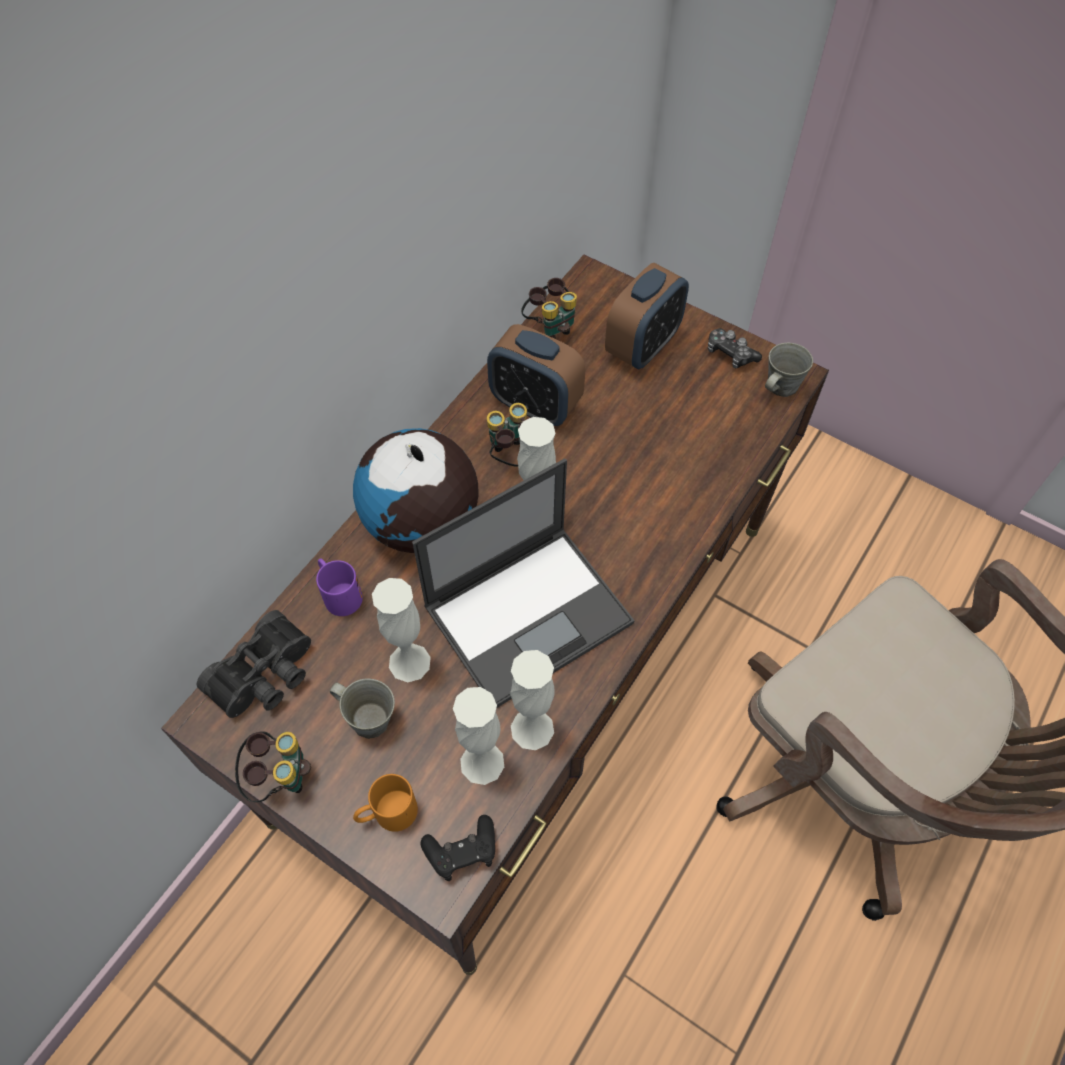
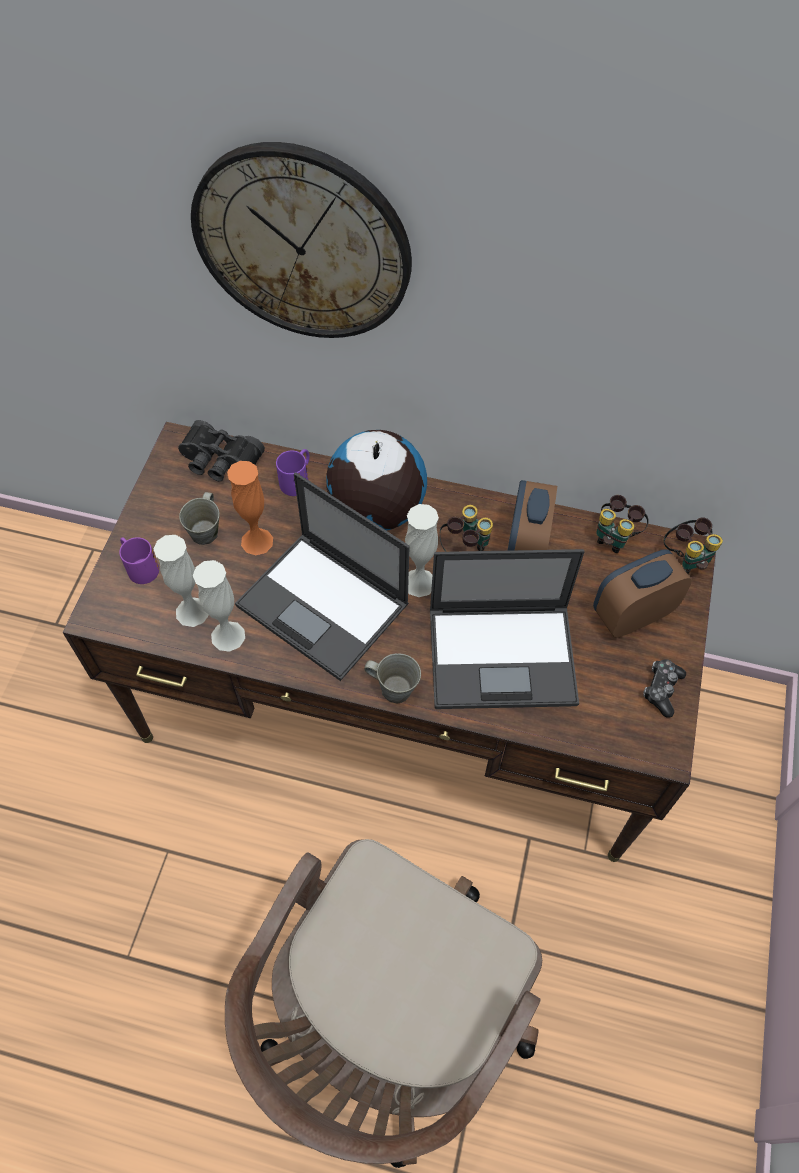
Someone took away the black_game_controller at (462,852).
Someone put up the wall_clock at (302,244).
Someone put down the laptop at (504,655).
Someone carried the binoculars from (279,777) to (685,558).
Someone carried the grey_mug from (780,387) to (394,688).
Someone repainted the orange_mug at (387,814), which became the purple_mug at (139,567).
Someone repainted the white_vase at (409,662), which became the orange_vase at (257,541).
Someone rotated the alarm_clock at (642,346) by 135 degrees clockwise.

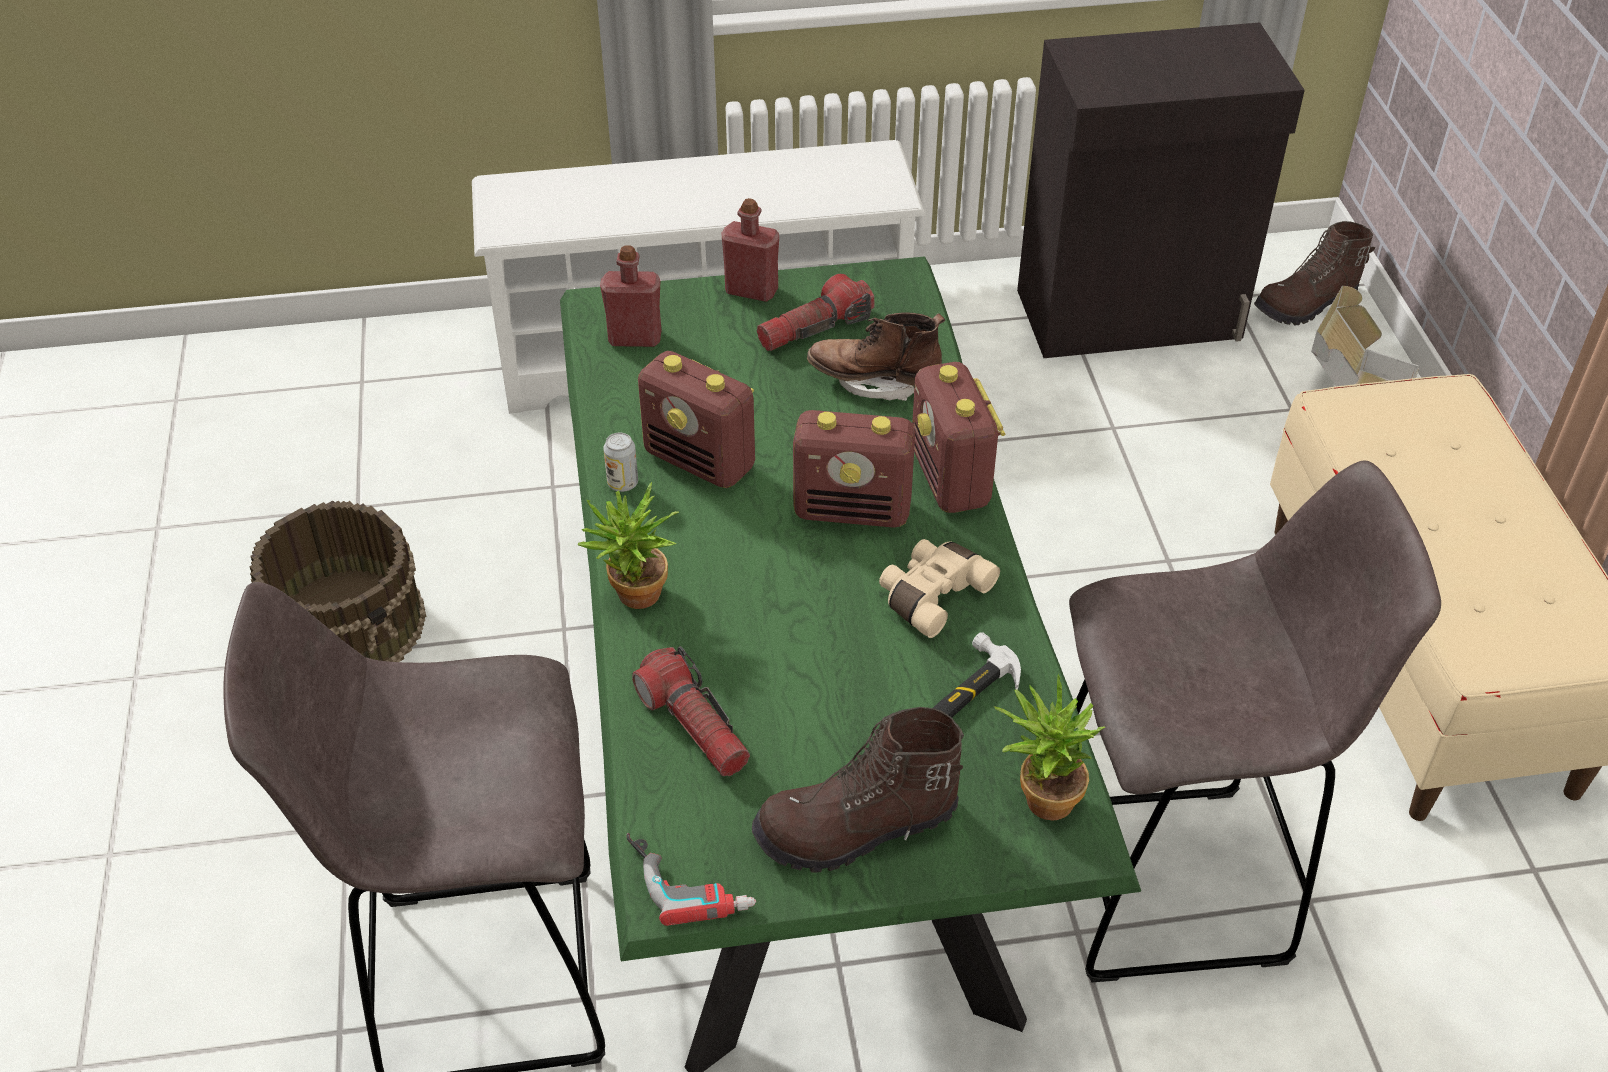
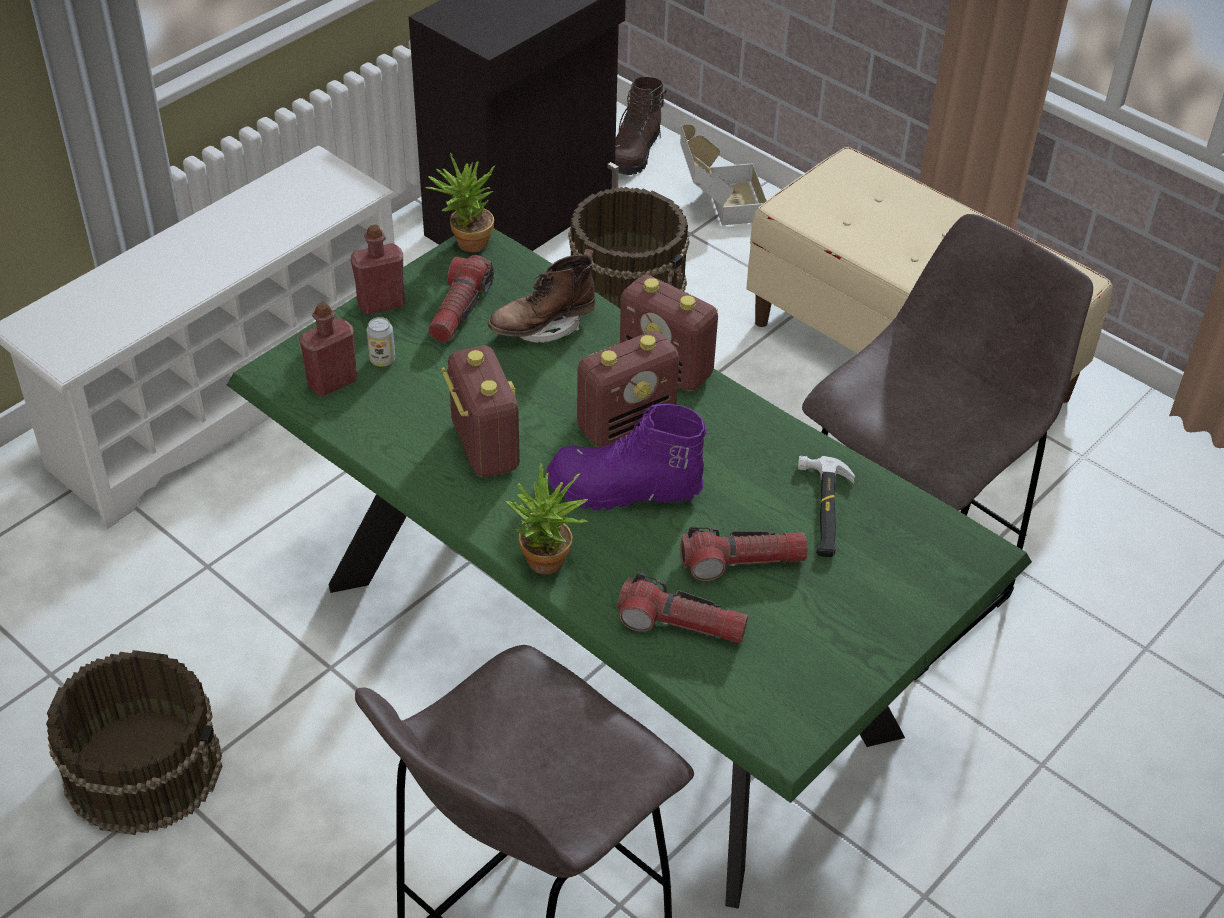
Someone took away the power_drill at (691,877).
Someone took away the brown_boot at (857,829).
Someone took away the beige_binoculars at (931,594).
Someone put down the purple_boot at (624,490).
Someone put down the brown_bucket at (628,280).
Someone put down the flashlight at (742,562).
Someone carried the can from (622,483) to (382,360).
Someone carried the potted_plant from (1039,798) to (466,244).
Someone rotated the radio at (701,461) by 105 degrees counterclockwise.

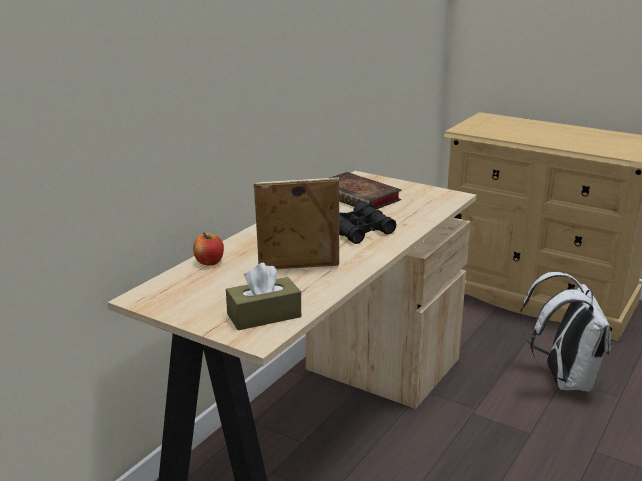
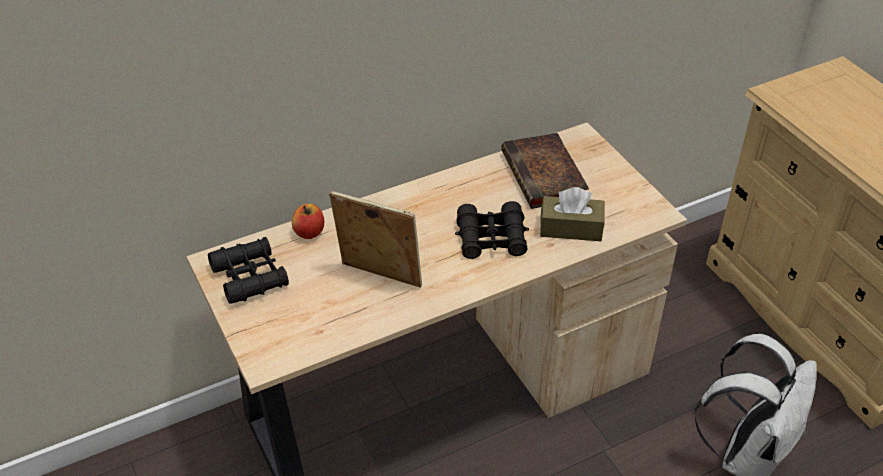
Someone put down the black_binoculars at (250,277).
Someone carried the brown_tissue_box from (264,315) to (571,228).

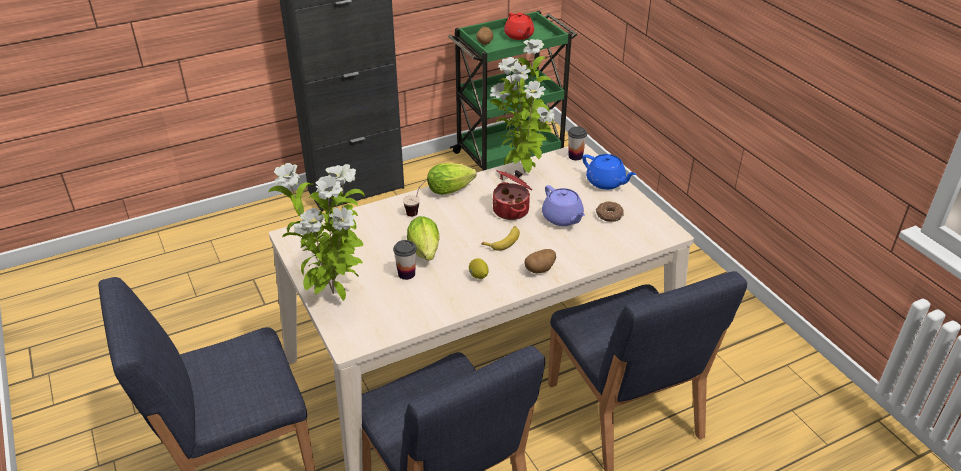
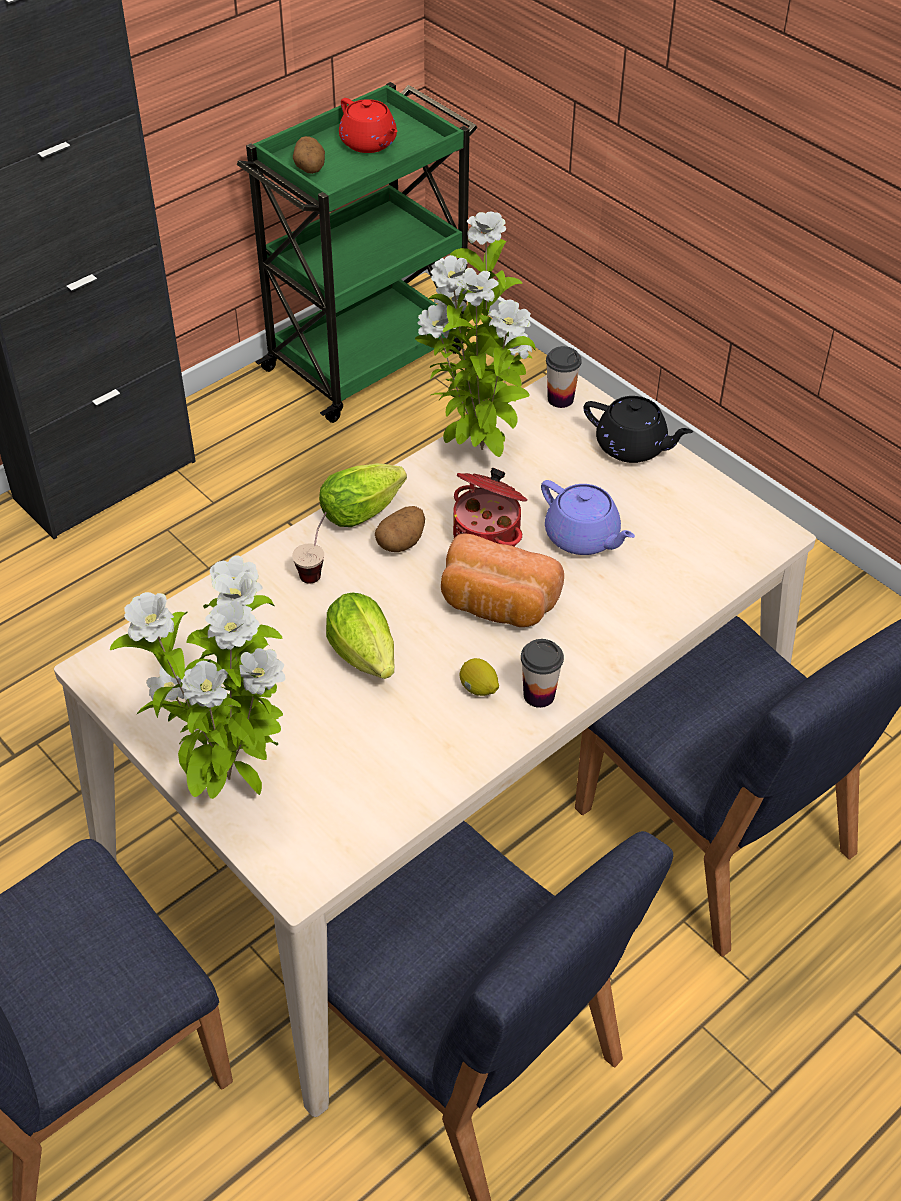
Someone took away the donut at (609,215).
Someone carried the cup from (406,274) to (539,695).
Someone carried the potato from (540,269) to (401,542).
Someone swapped the banana at (503,241) for the bread at (496,605).
Someone repainted the blue_teapot at (606,182), which became the black_teapot at (632,447).

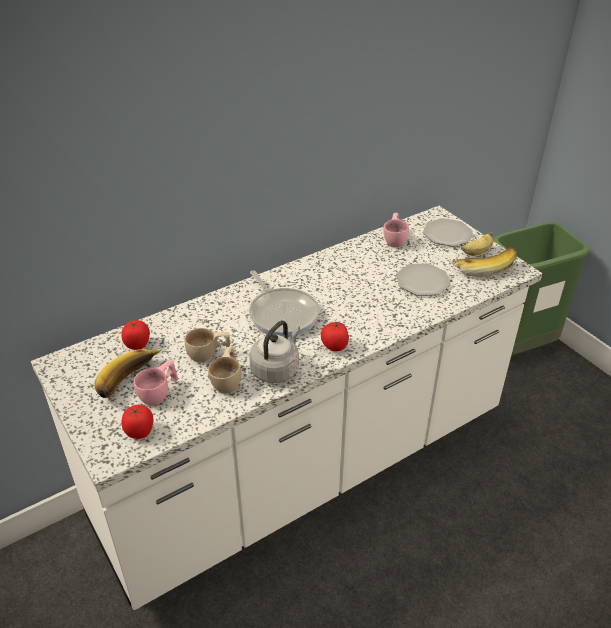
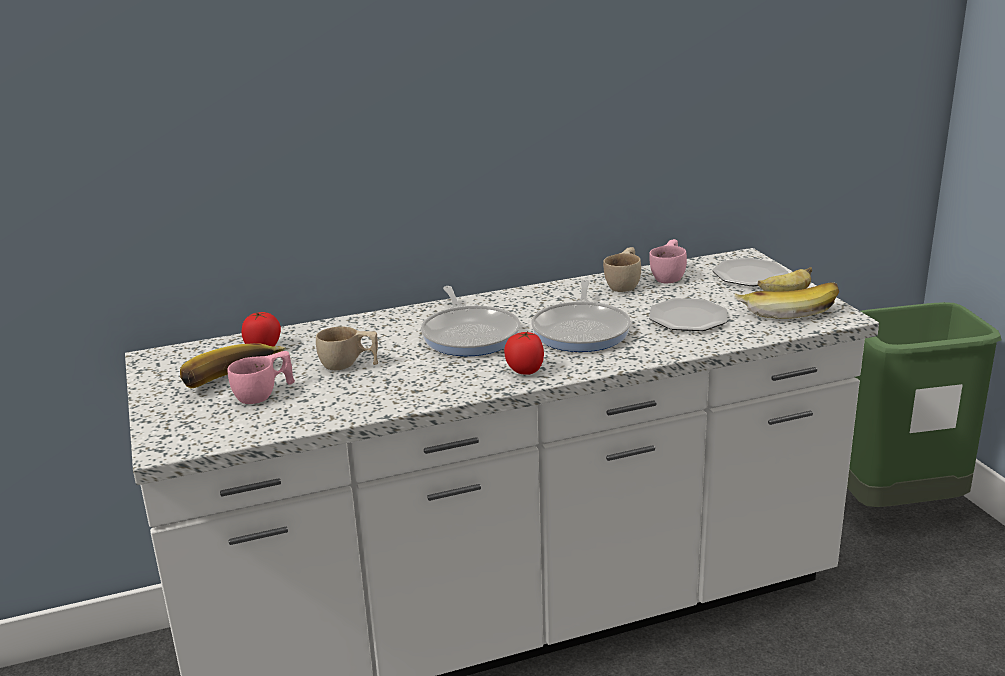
Someone took away the tomato at (140,432).
Someone took away the grey_kettle at (276,369).
Someone put down the frying_pan at (582,330).
Someone carried the beige_cup from (228,380) to (625,284).

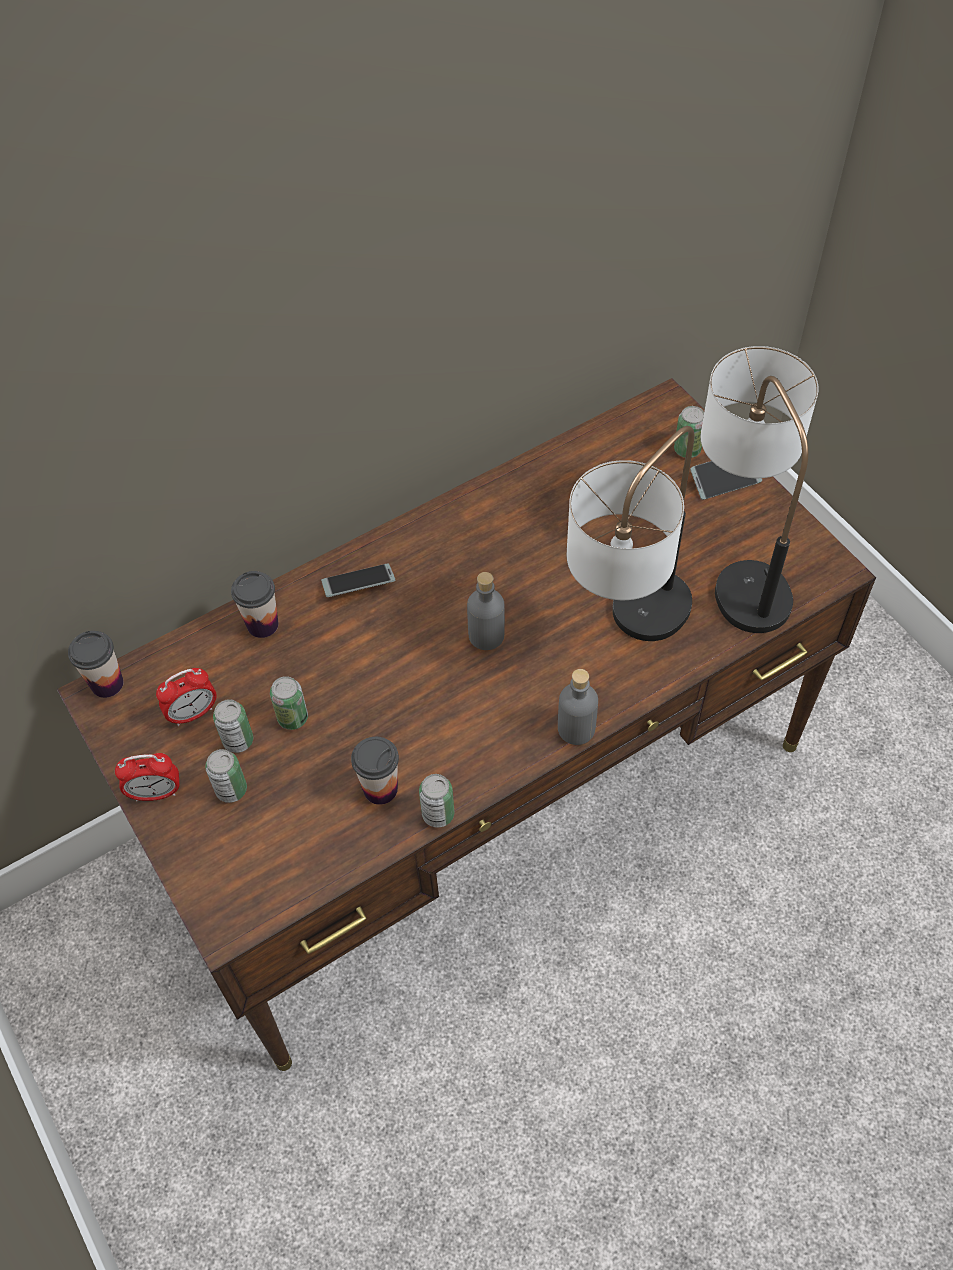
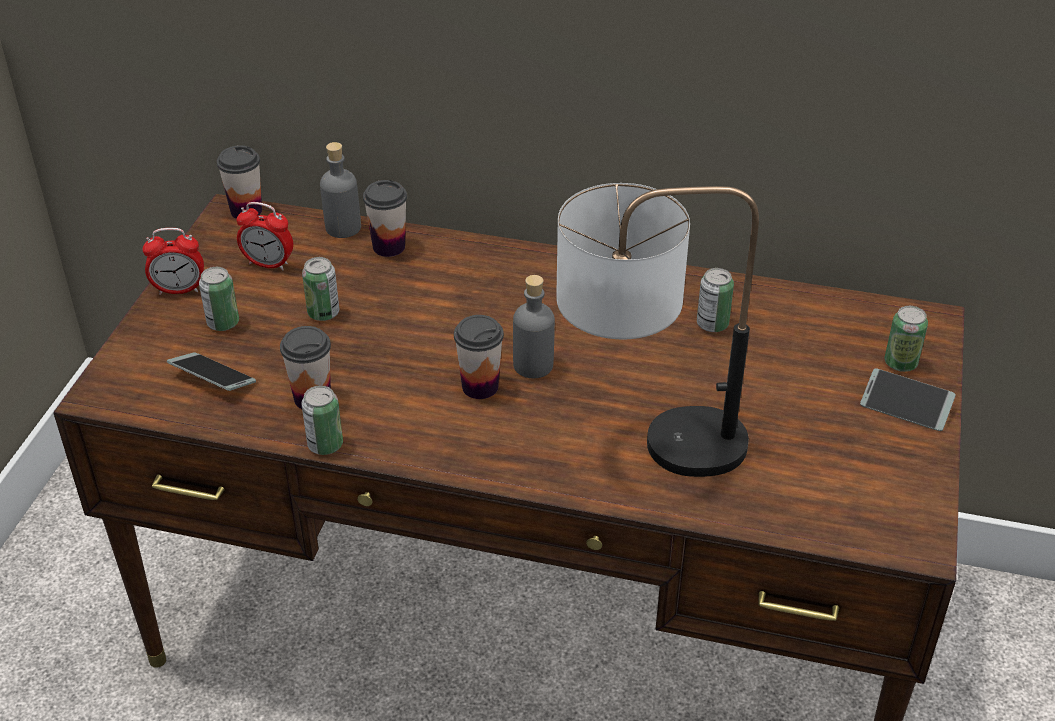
Someone took away the table_lamp at (738,566).
Someone put down the cup at (480,386).
Someone carried the can from (238,740) to (712,324).
Someone carried the phone from (359,585) to (212,378).
Someone carried the grey_bottle from (576,729) to (343,227).
Someone rotated the alarm_clock at (156,793) by 45 degrees counterclockwise.

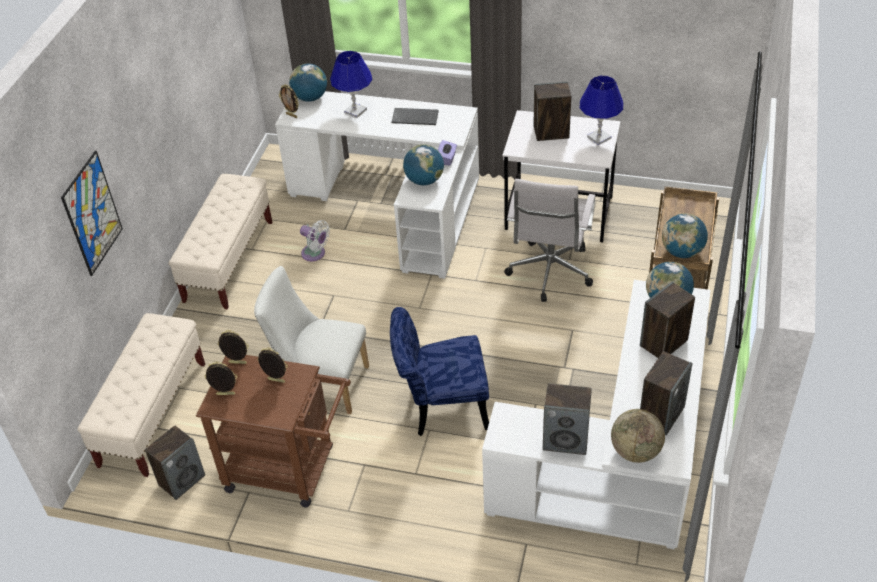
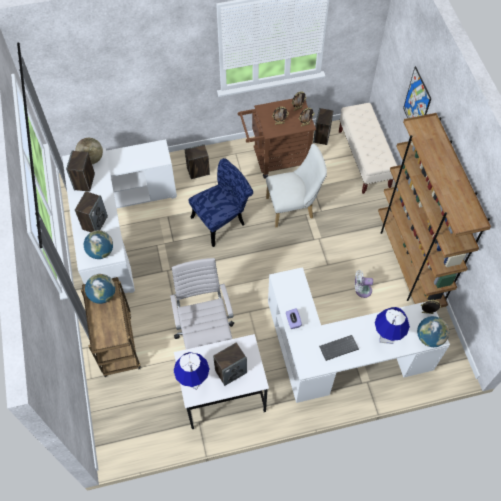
Someone took away the globe at (424,180).
Someone carried the speaker from (566,440) to (198,171).
Someone swapped the beige_bench at (229,261) for the brown_bookcase at (409,262).

